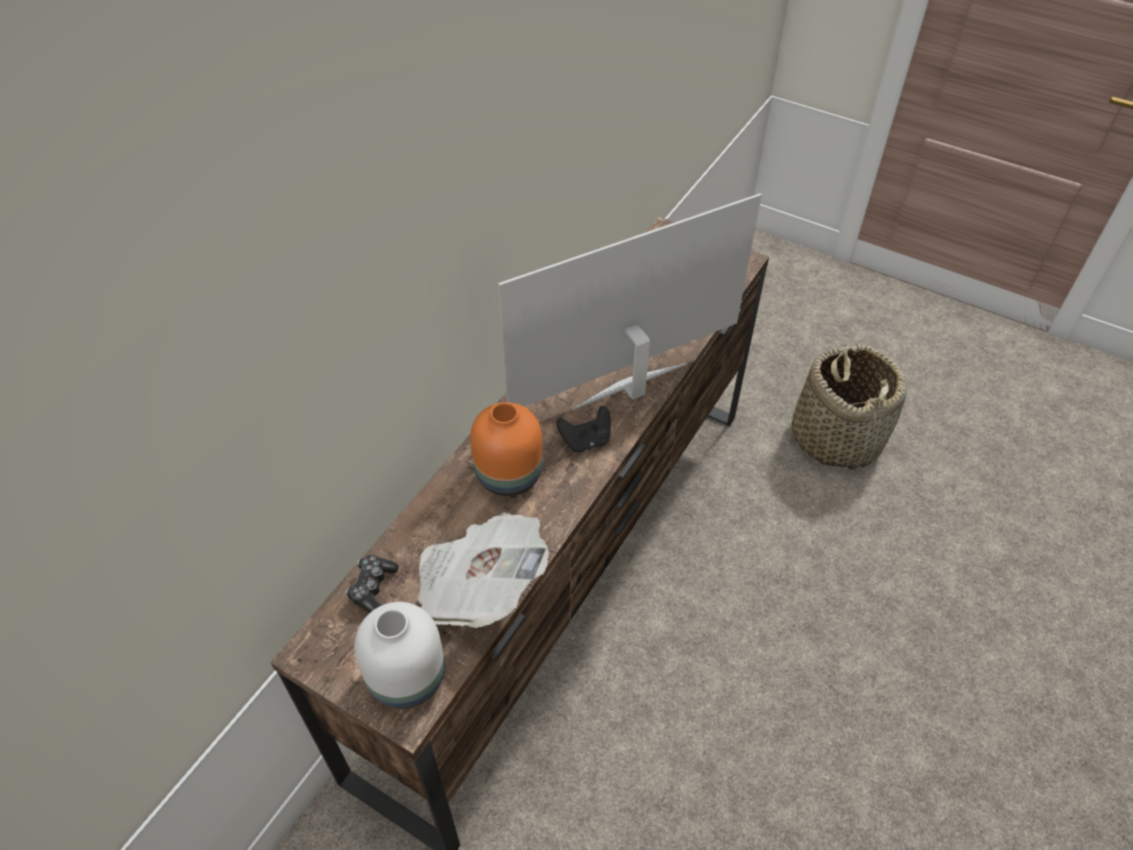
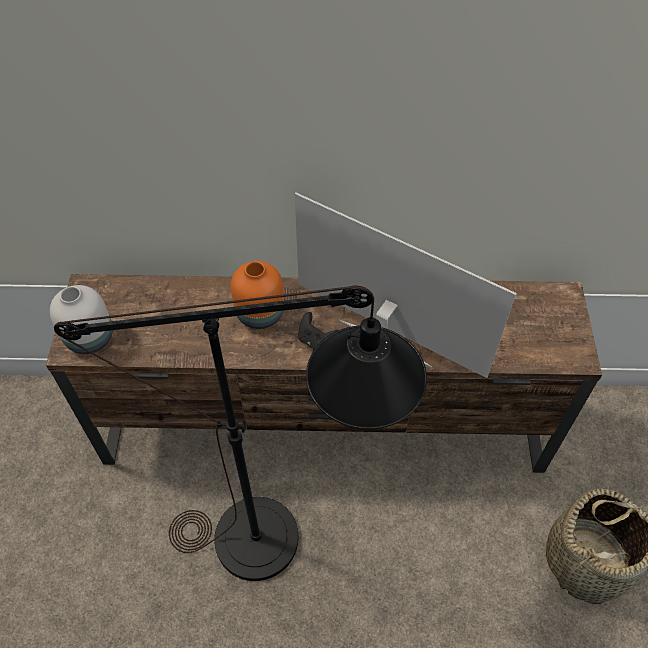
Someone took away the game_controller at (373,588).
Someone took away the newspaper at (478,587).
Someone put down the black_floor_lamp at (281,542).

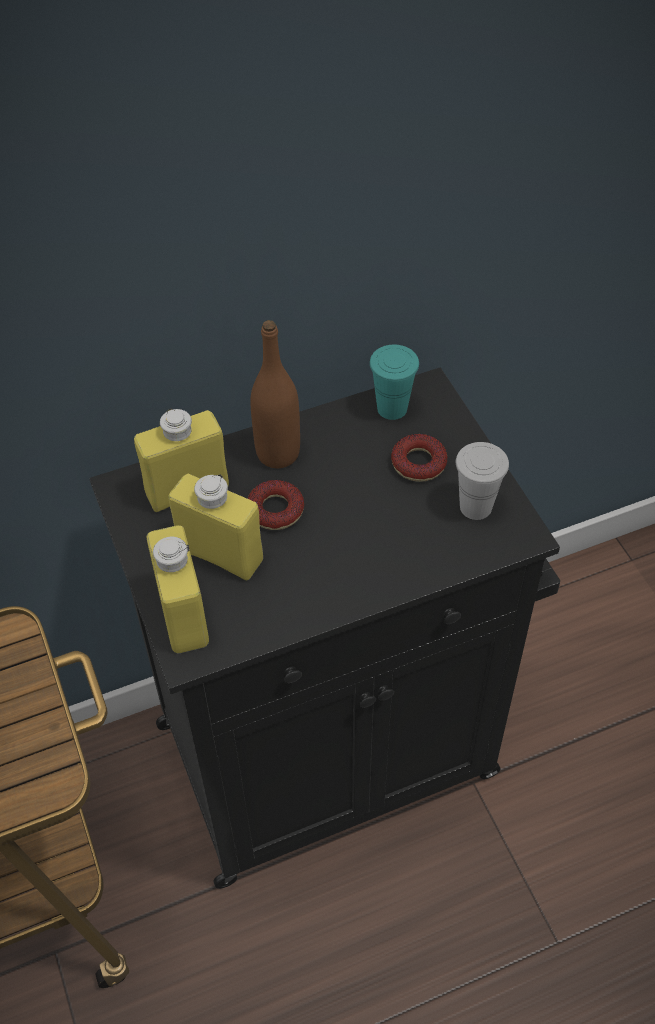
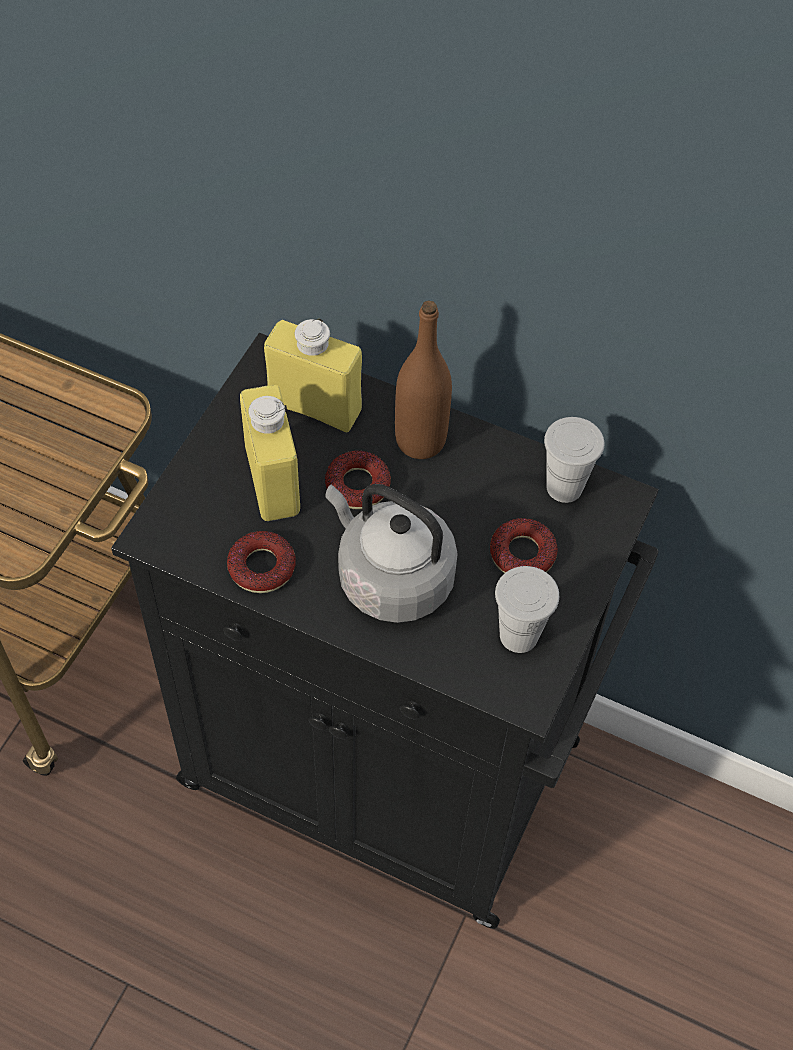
Someone took away the yellow_bottle at (183,615).
Someone put down the donut at (262,567).
Someone put down the grey_kettle at (390,577).
Someone repainted the turquoise_cup at (392,408), which became the white_cup at (564,487).

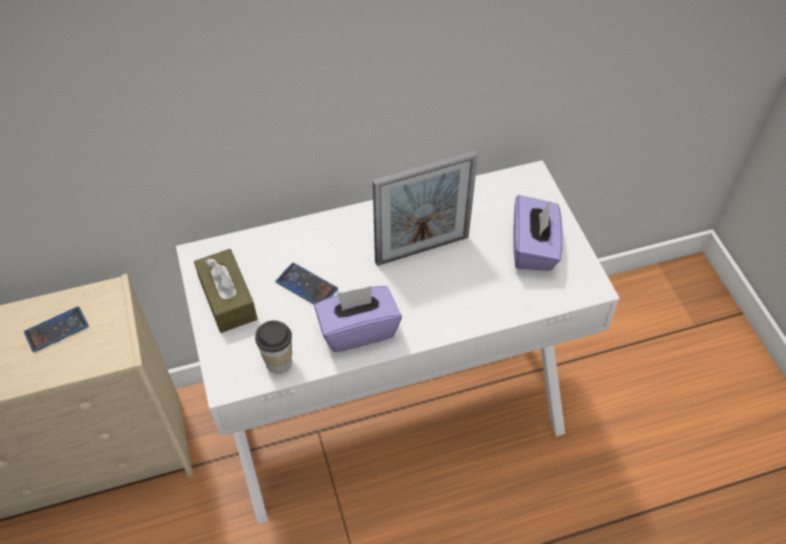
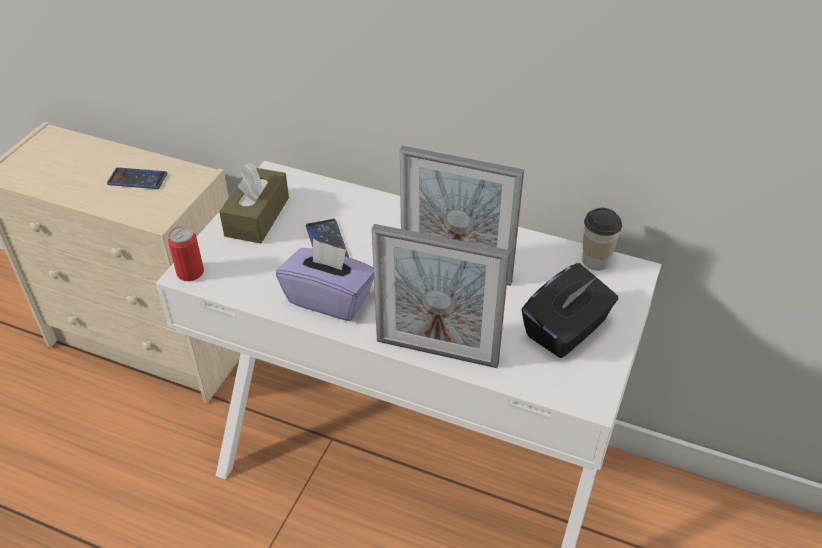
Someone put down the can at (190,272).
Someone put down the picture_frame at (437,352).
Someone carried the cup from (278,362) to (595,261).
Someone repainted the purple_tissue_box at (533,248), which became the black_tissue_box at (566,330).

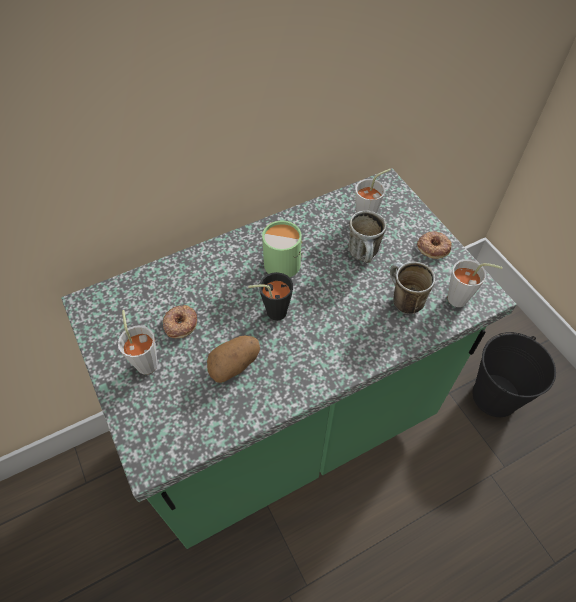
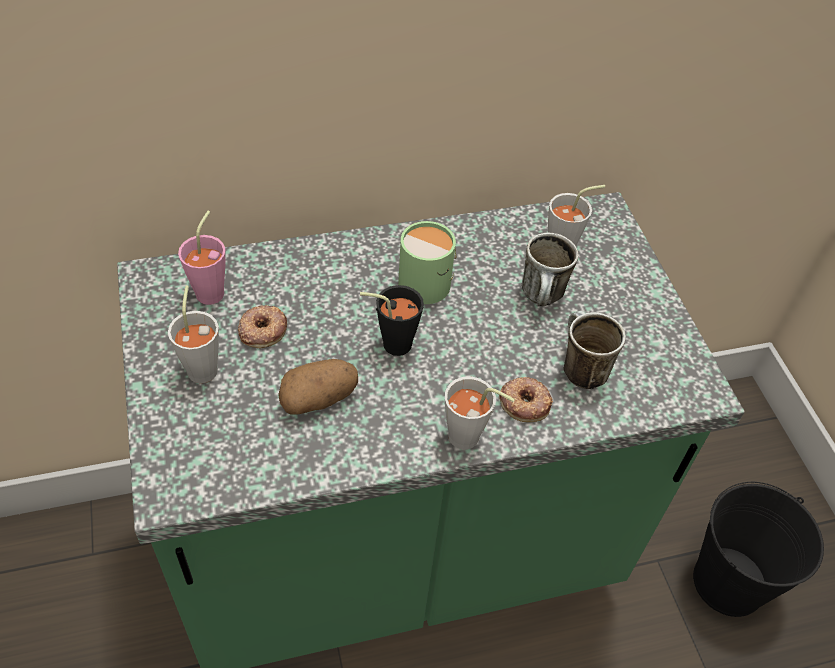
Someone put down the pink_cup at (213,289).
Someone carried the donut from (433,247) to (524,402).
Someone carried the grey_cup from (462,300) to (470,440).

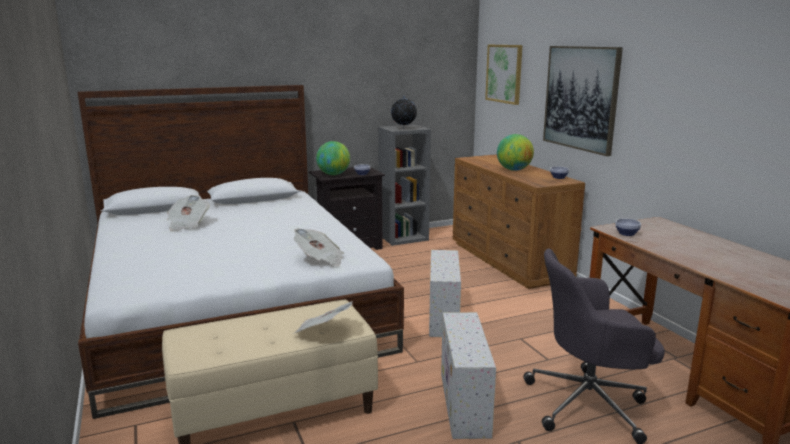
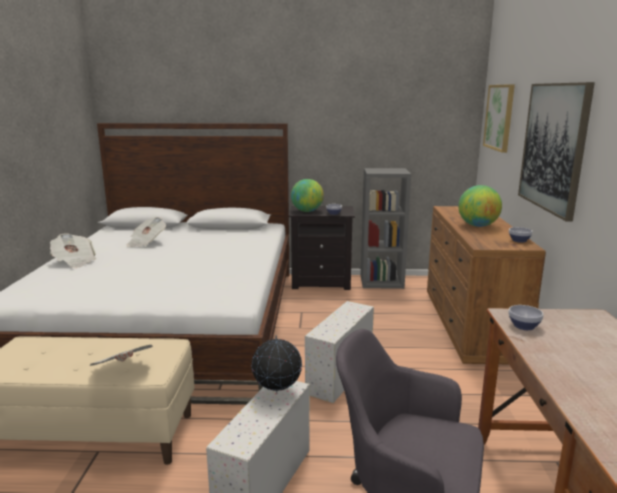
Someone carried the newspaper from (320,260) to (74,261).
Someone carried the globe from (403,128) to (277,392).

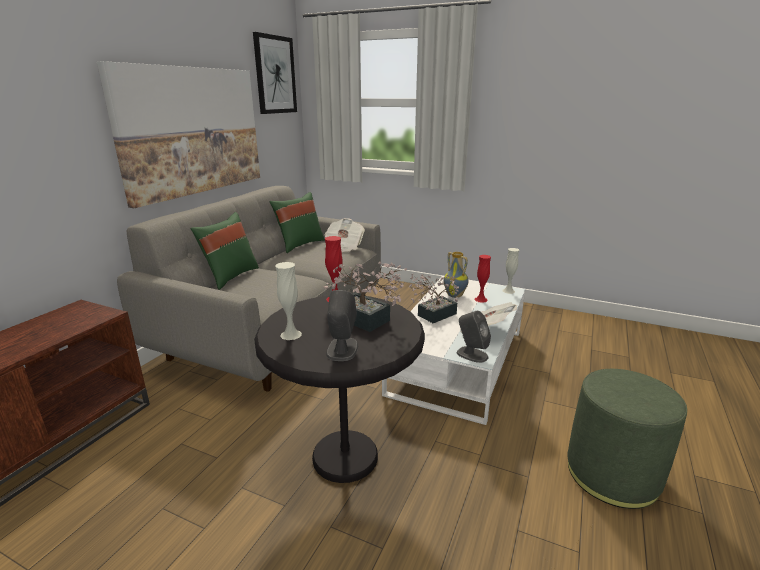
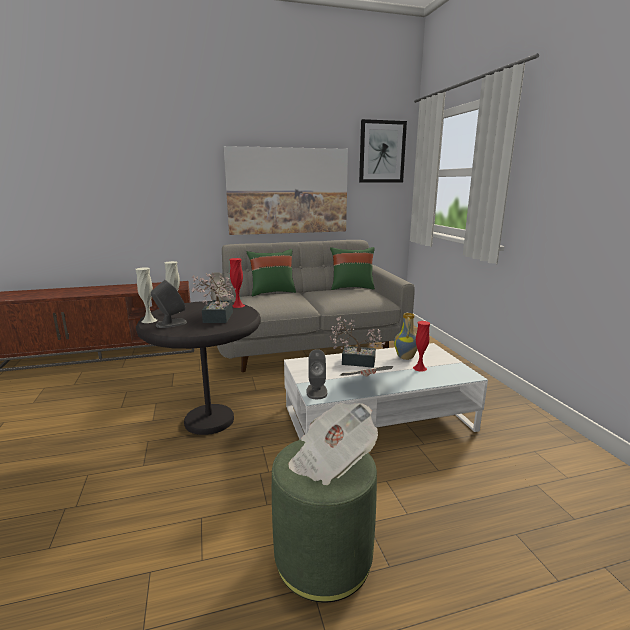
Someone carried the newspaper from (343,246) to (331,460).
Someone carried the white_vase from (508,291) to (149,320).

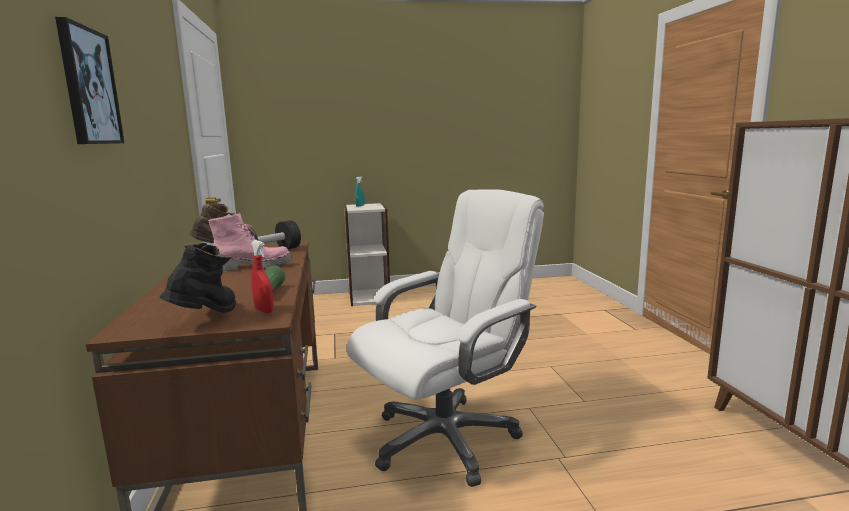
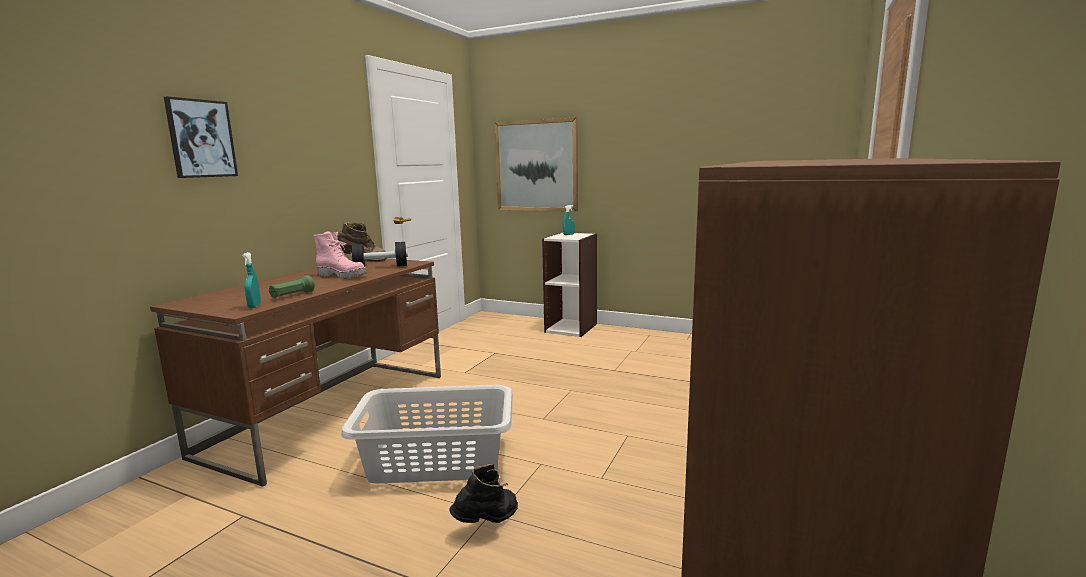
Someone put up the picture at (536,166).
Someone carried the black_boot from (207,319) to (487,522).
Someone swapped the white_office_chair at (445,438) for the grey_laundry_basket at (437,461).
Someone repainted the red_spray_bottle at (264,311), which became the turquoise_spray_bottle at (254,306).

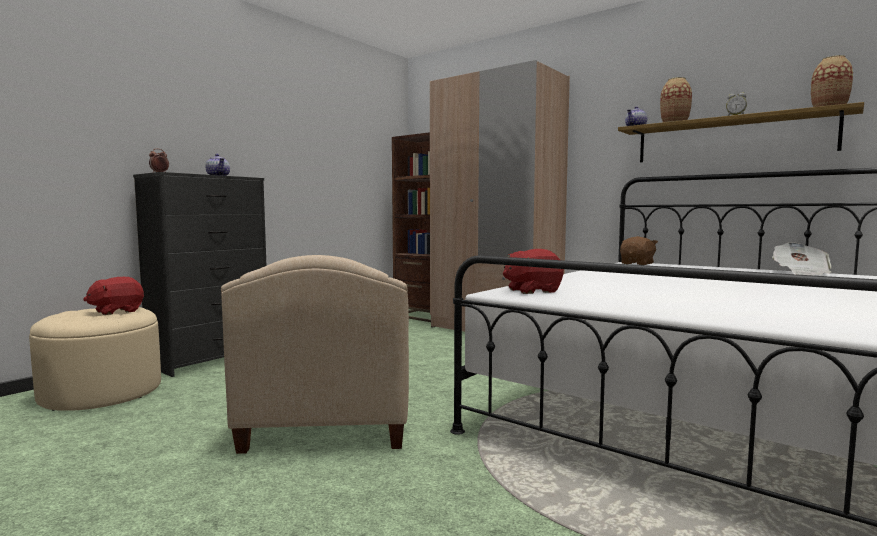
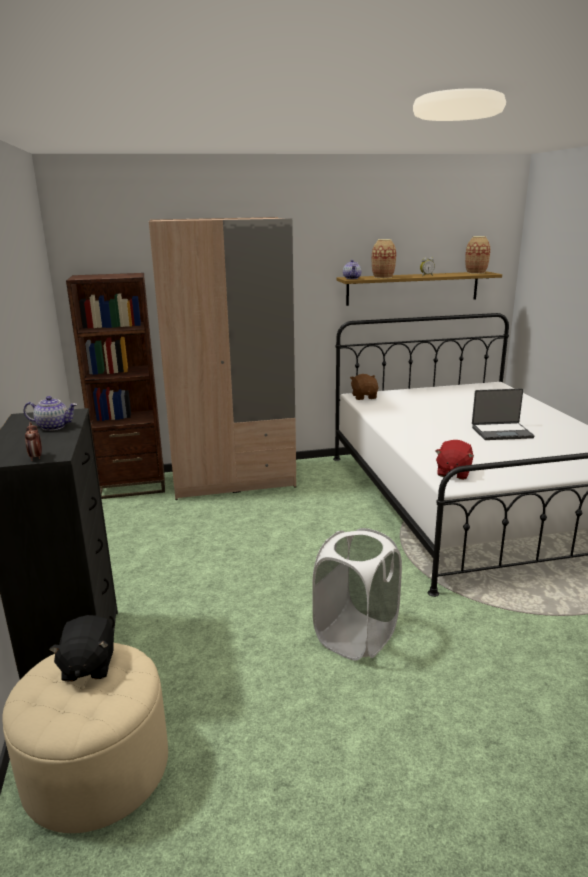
Someone took away the newspaper at (800,273).
Someone put down the laptop at (501,432).
Someone swapped the beige_armchair at (330,419) for the white_laundry_basket at (356,636).
Someone repainted the red_plush_toy at (116,311), which became the black_plush_toy at (88,666).

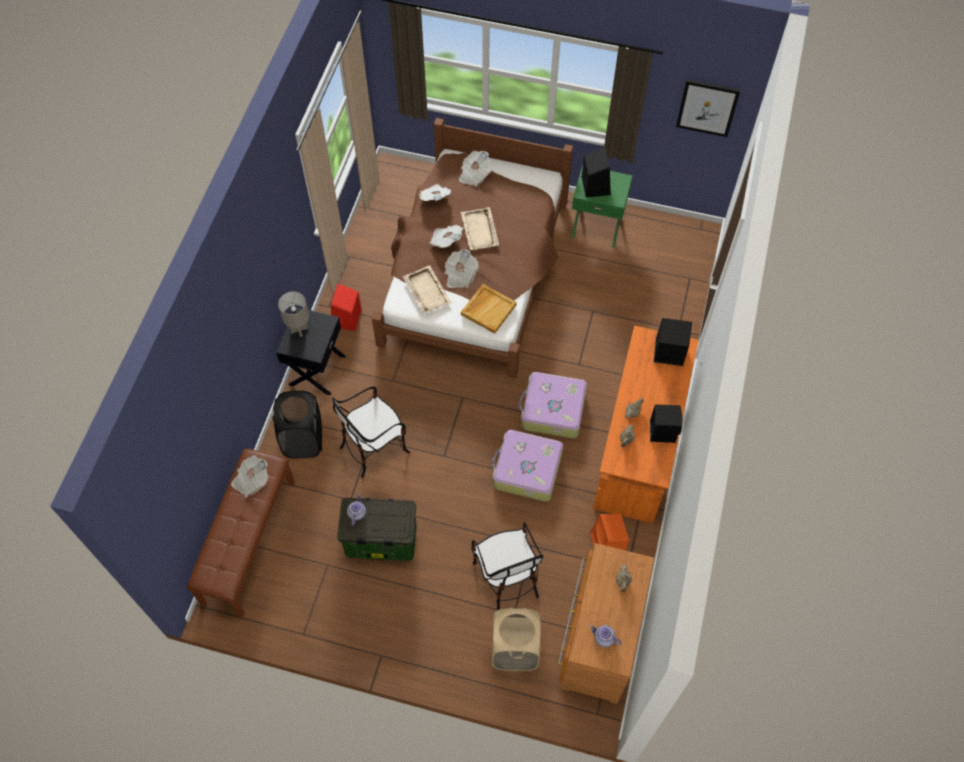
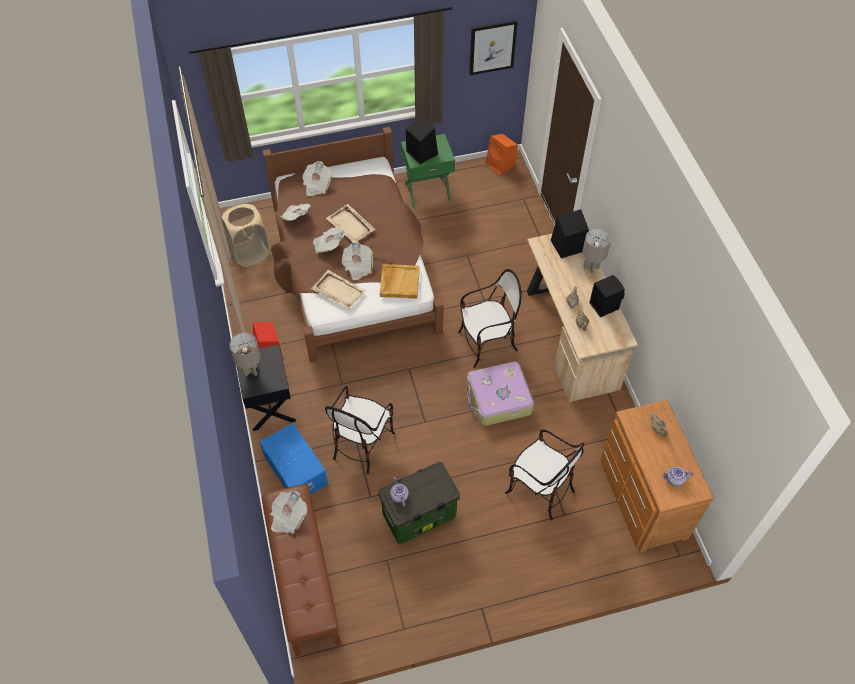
Someone put down the grey_table_lamp at (591,267).
Someone carried the beige_laundry_basket from (514,650) to (250,253).
Someone carried the orange_speaker from (607,544) to (501,165).
Someone swapped the black_laundry_basket at (303,439) for the blue_storage_box at (296,469).
Someone swapped the suitcase at (552,410) for the chair at (487,343).
Someone repainted the orange_desk at (639,444), which became the beige_desk at (570,336).

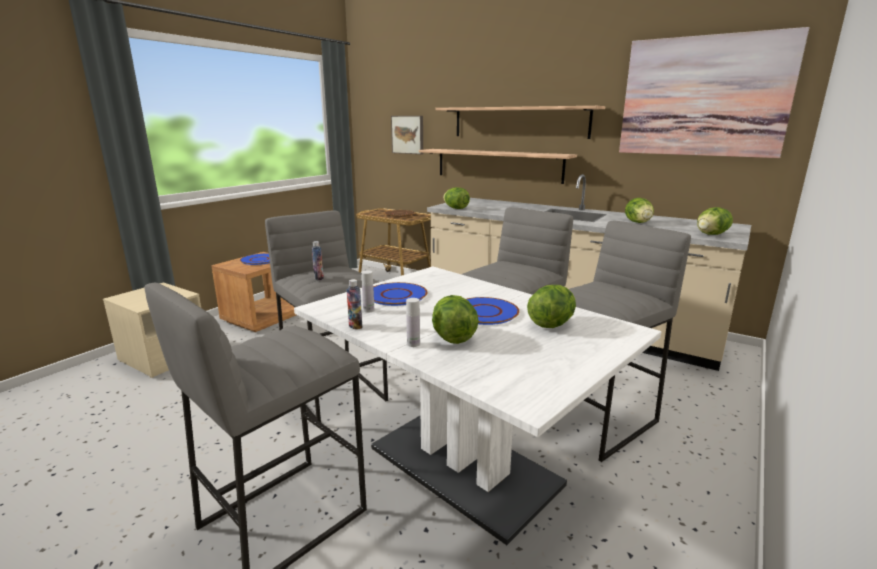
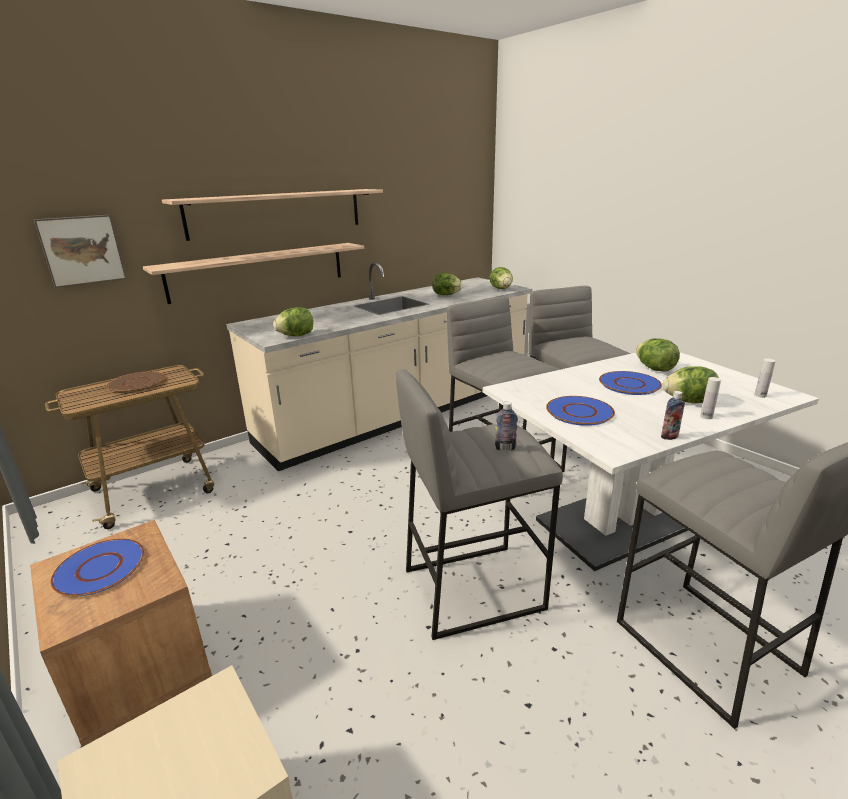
Someone took away the picture at (703,97).
Someone carried the white_bottle from (368,310) to (760,395).

